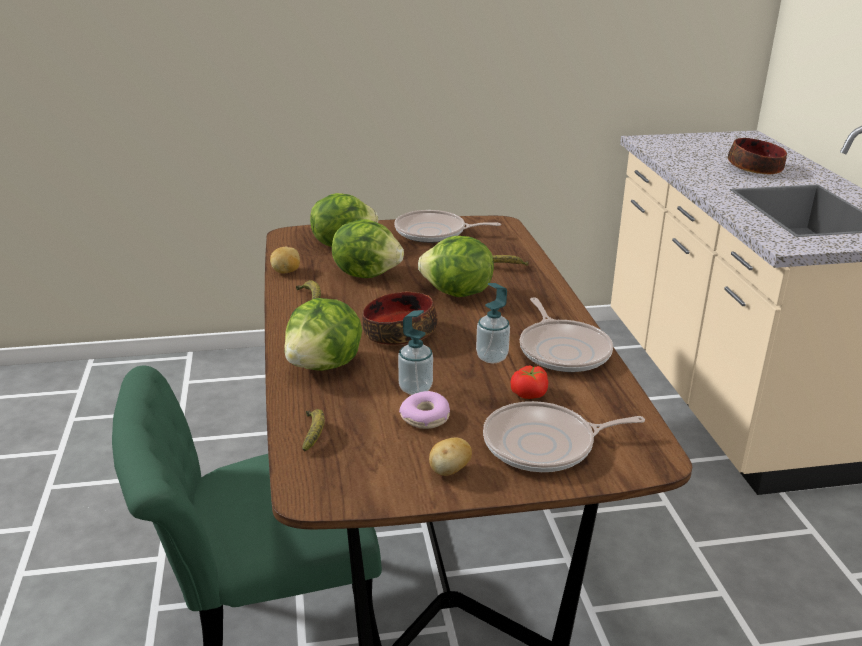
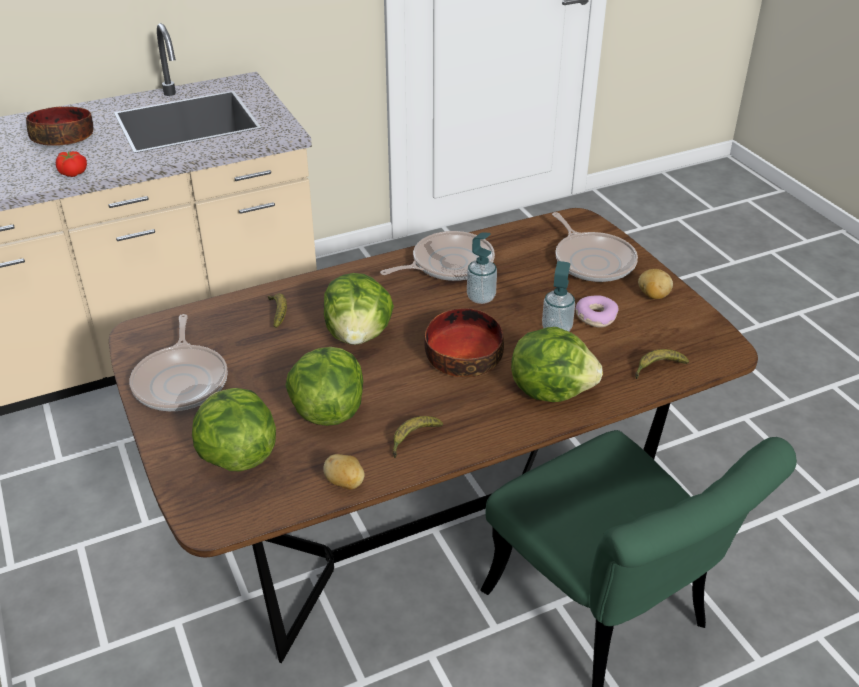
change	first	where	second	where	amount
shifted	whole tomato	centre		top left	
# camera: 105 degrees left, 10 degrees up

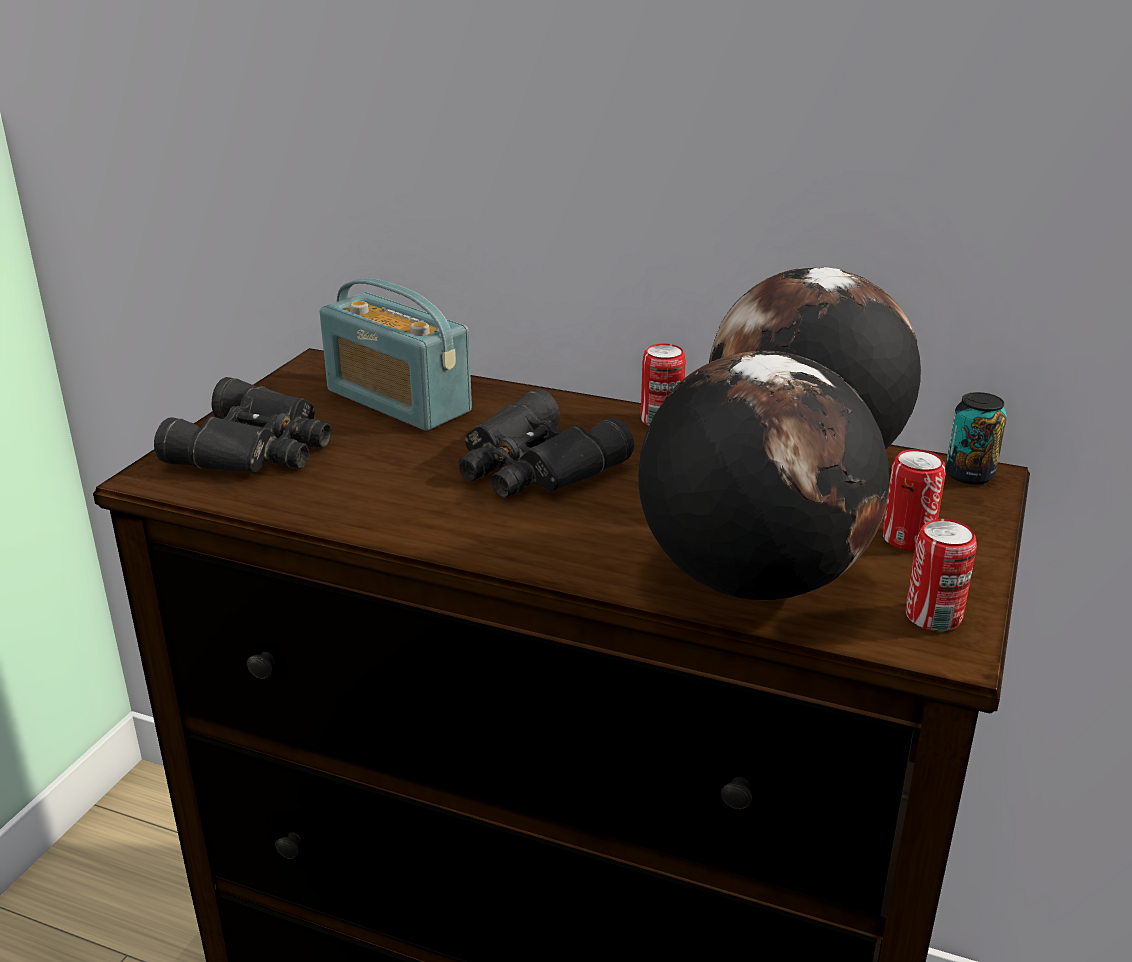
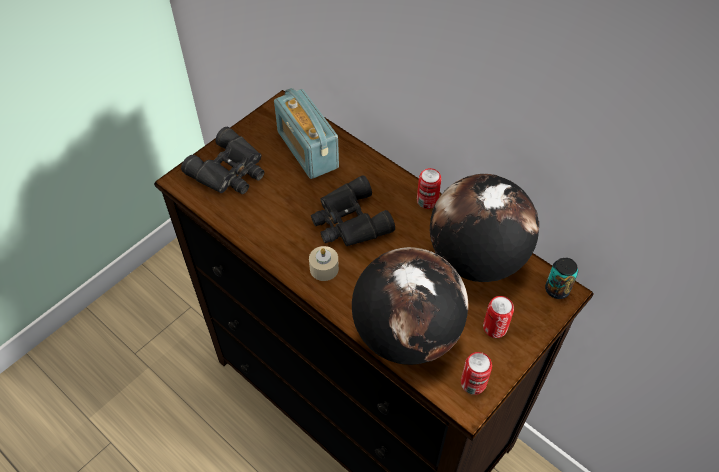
change	first	where	second	where	amount
new			wax light (beige-coloured)	centre	
# camera: 20 degrees right, 25 degrees up

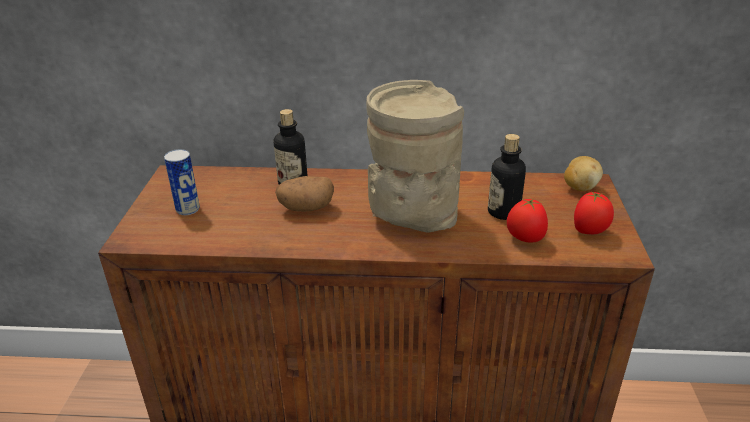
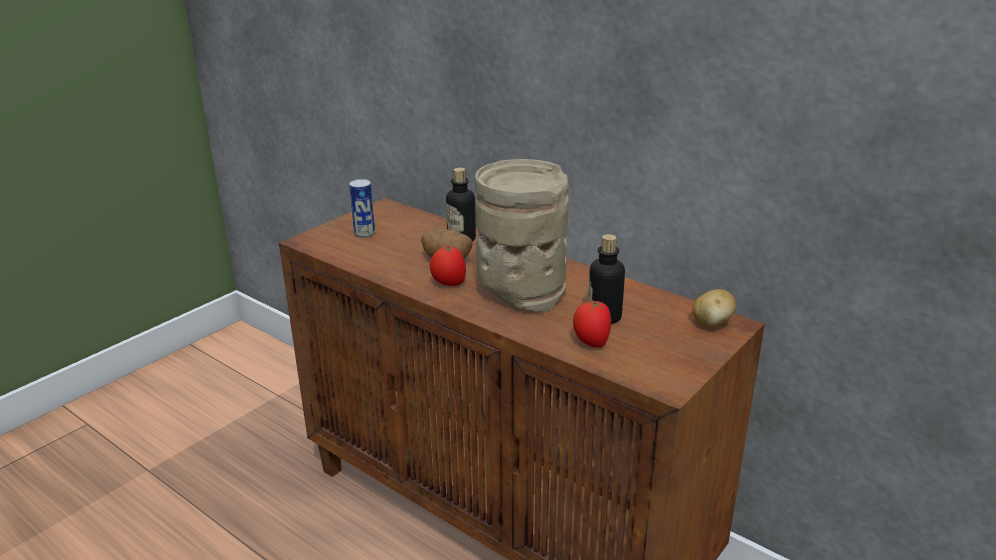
change	first	where	second	where	amount
shifted	whole tomato (no. 2 from left in the first image)	middle right	whole tomato (no. 1 from left)	centre	
# camera: 35 degrees right, 5 degrees down

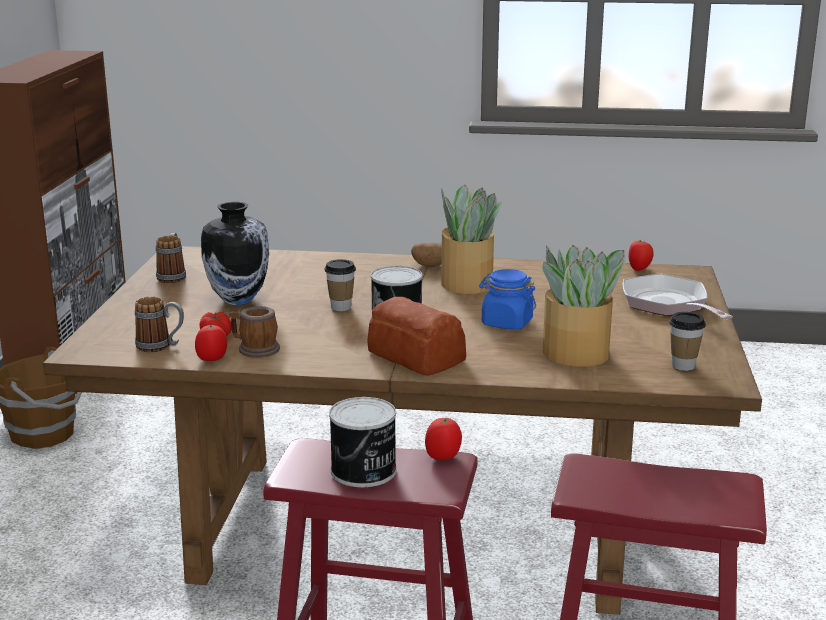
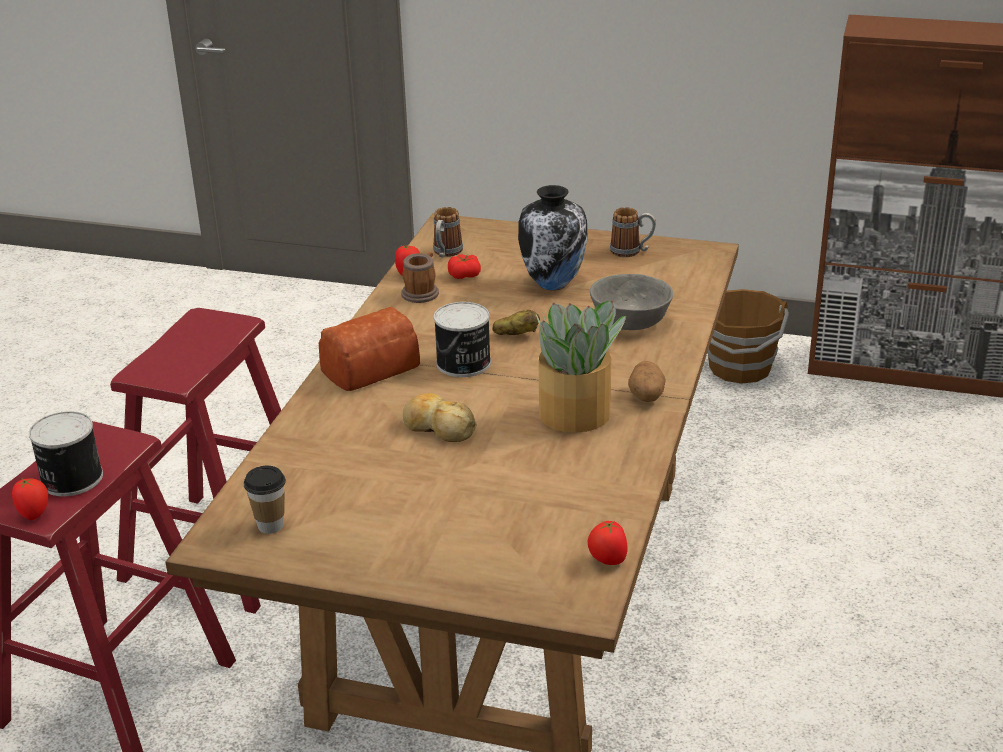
change	first	where	second	where	amount
swapped	drinking cup (no. 1 from left)	centre	whole potato (no. 1 from left)	centre	
shifted	metal can (no. 1 from left)	bottom centre		middle left	
shifted	whole tomato (no. 3 from left in the first image)	bottom centre	whole tomato (no. 1 from left)	middle left	
swapped	jar (bluish)	centre	bakery bread (no. 2 from left)	centre	
gone	houseplant (no. 2 from left)	middle right			
gone	pan	middle right			
new			serving bowl (gray)	centre	
# camera: 100 degrees right, 10 degrees up

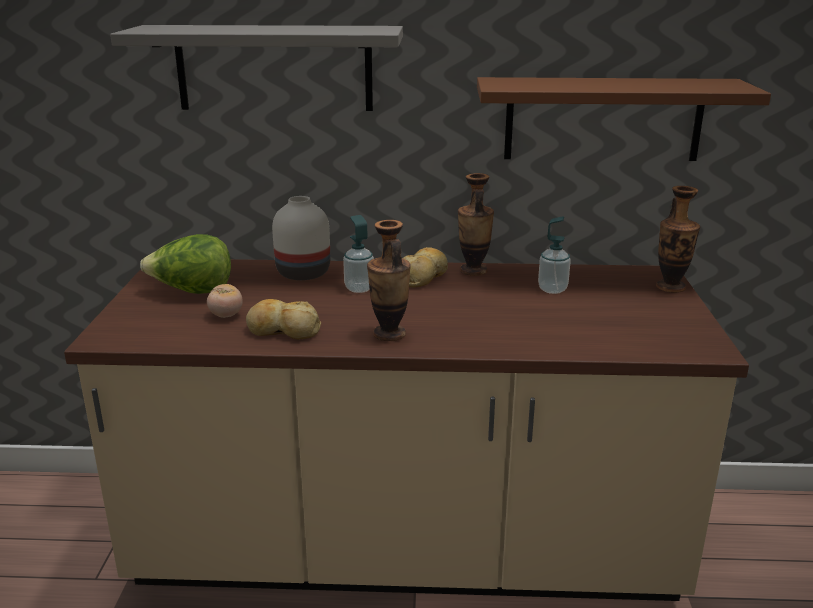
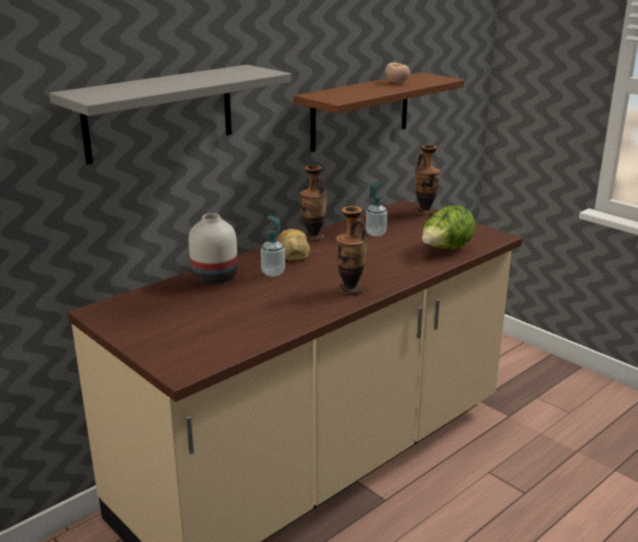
change	first	where	second	where	amount
shifted	lettuce	middle left		middle right	
shifted	whole tomato	middle left		top centre	
gone	bakery bread (no. 1 from left)	centre			
# camera: 45 degrees left, 0 degrees up

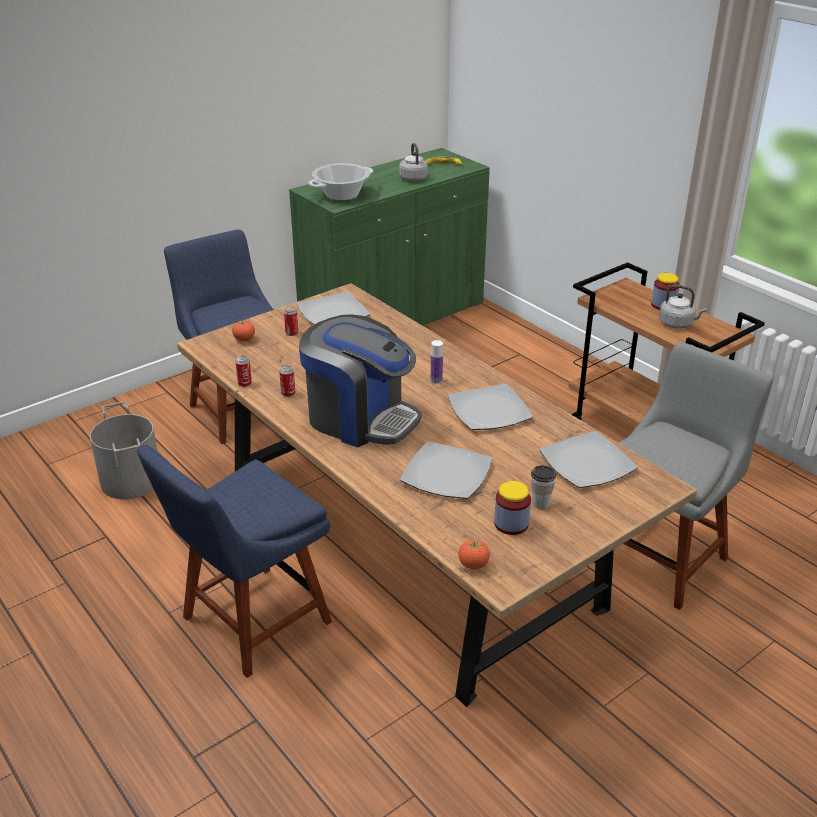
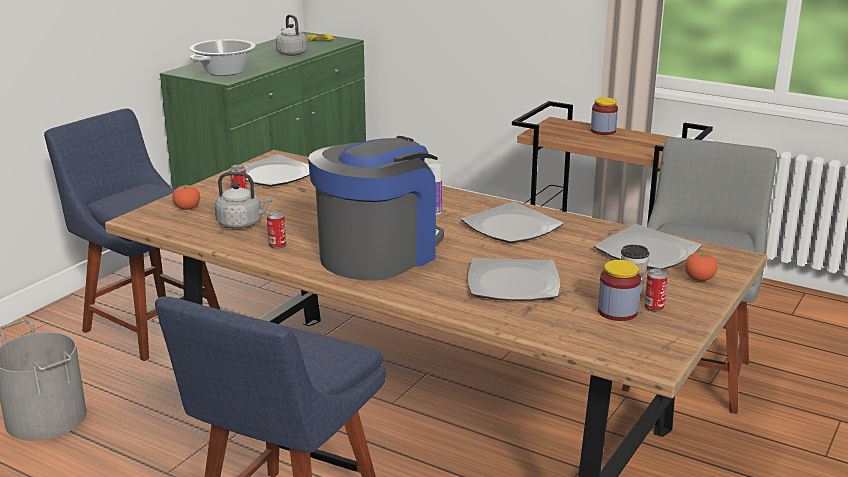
change	first	where	second	where	amount
shifted	metal can (no. 1 from left in the first image)	middle left	metal can (no. 3 from left)	middle right	
rotated	coffee brewer	centre		centre	60 degrees counterclockwise
shifted	whole tomato (no. 2 from left)	bottom centre		middle right	
shifted	kettle (gray) (no. 2 from left in the first image)	middle right	kettle (gray) (no. 1 from left)	middle left	
# camera: 20 degrees left, 10 degrees down

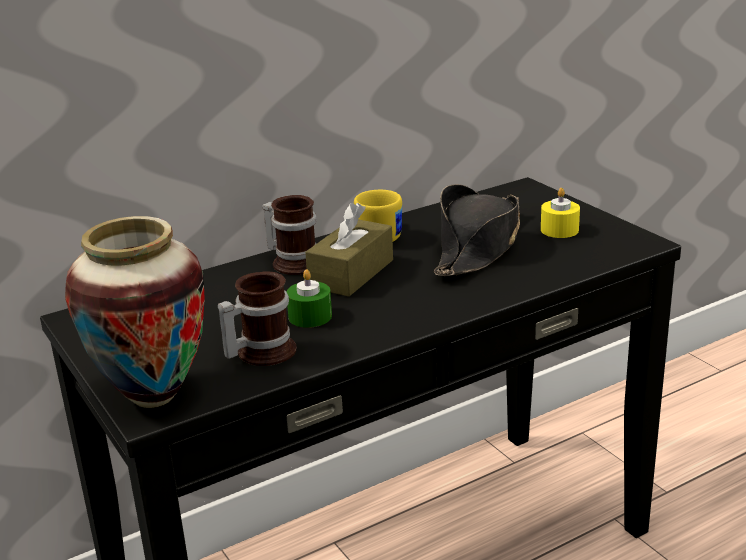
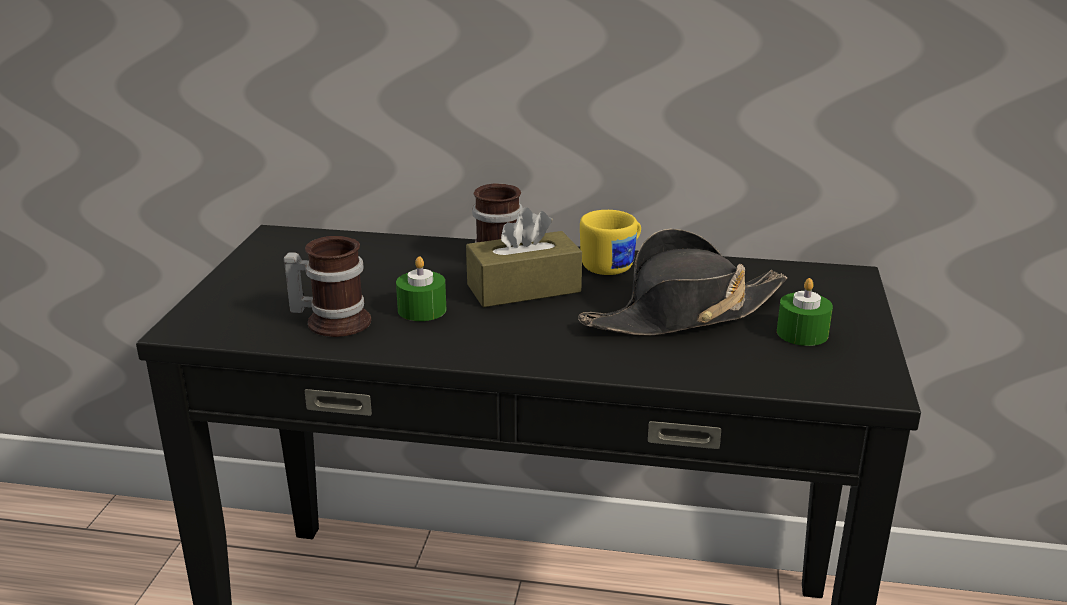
change	first	where	second	where	amount
gone	decorative vase	middle left			
repainted	wax light (yellow-coloured)	middle right	wax light (greenish) (no. 2 from left)	middle right	
# camera: 40 degrees right, 0 degrees up

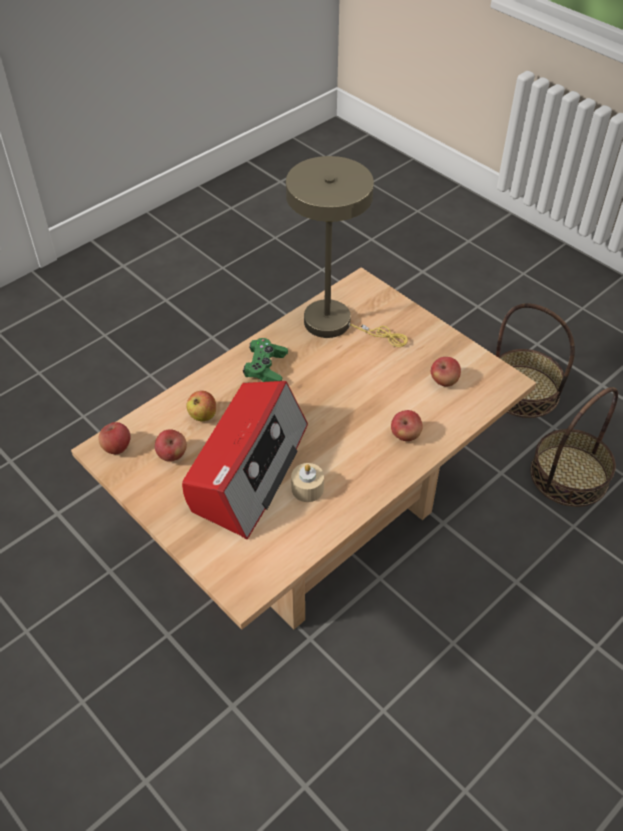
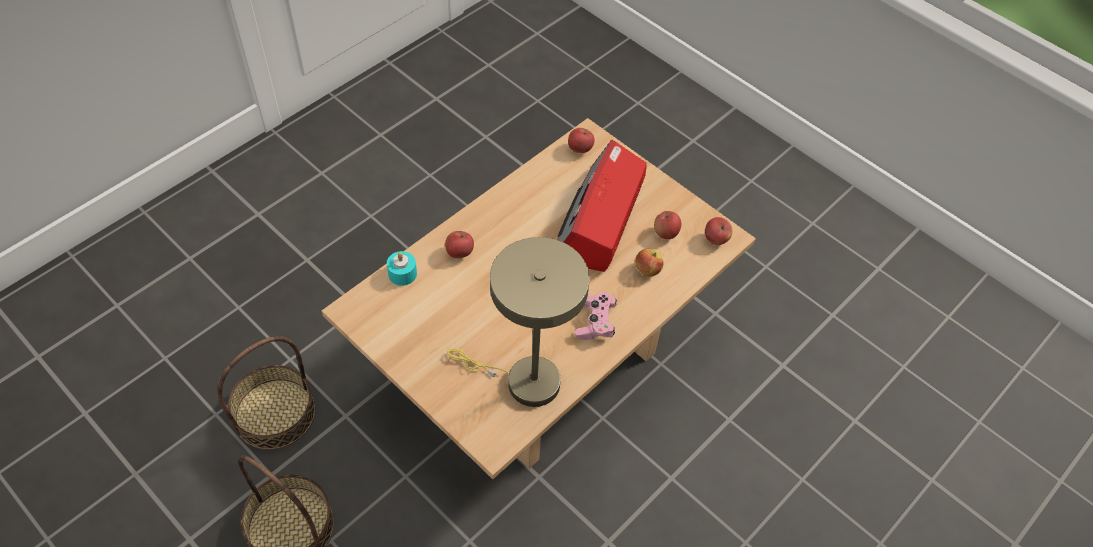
change	first	where	second	where	amount
repainted	joypad (greenish)	centre	joypad (pink)	centre	
gone	wax light (beige-coloured)	centre			
shifted	apple fruit (no. 5 from left in the first image)	middle right	apple fruit (no. 2 from left)	top centre	
new			wax light (blue-green)	centre	
# camera: 175 degrees right, 5 degrees up

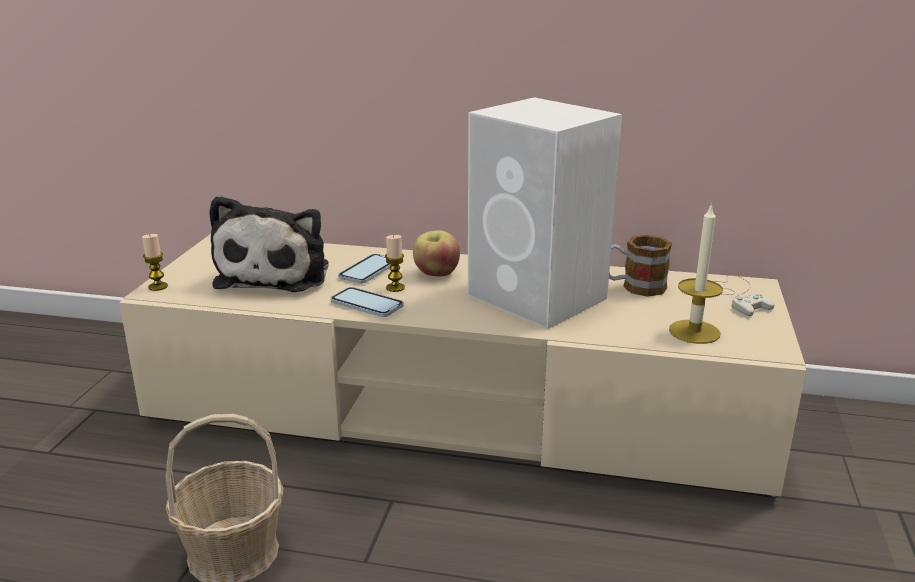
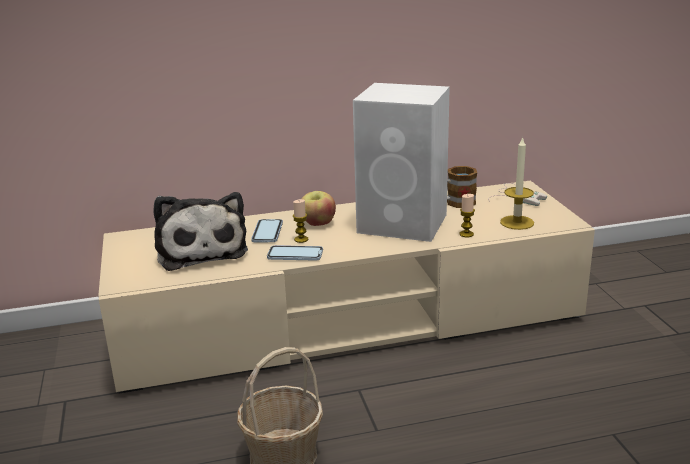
change	first	where	second	where	amount
shifted	wax light (no. 1 from left in the first image)	middle left	wax light (no. 2 from left)	middle right	
# camera: 25 degrees left, 0 degrees up

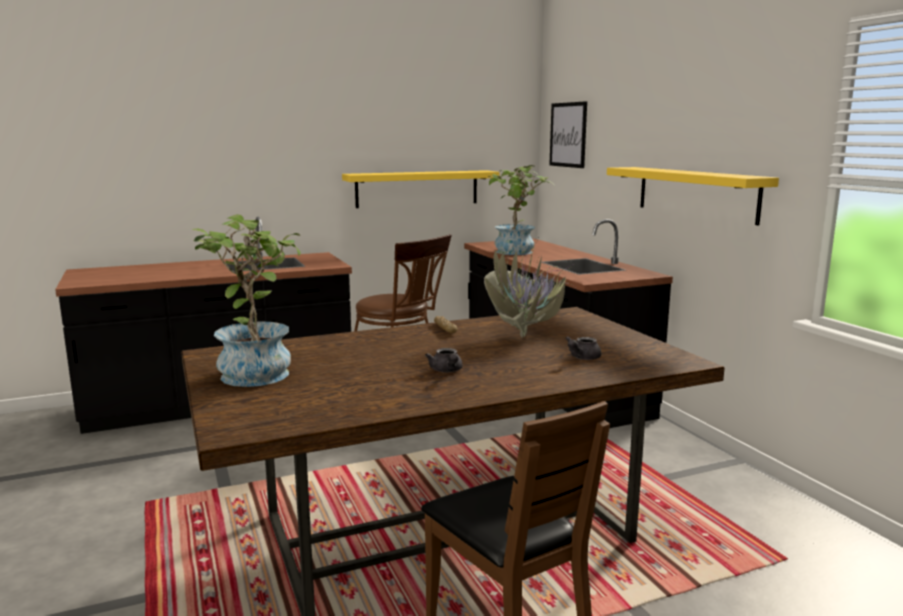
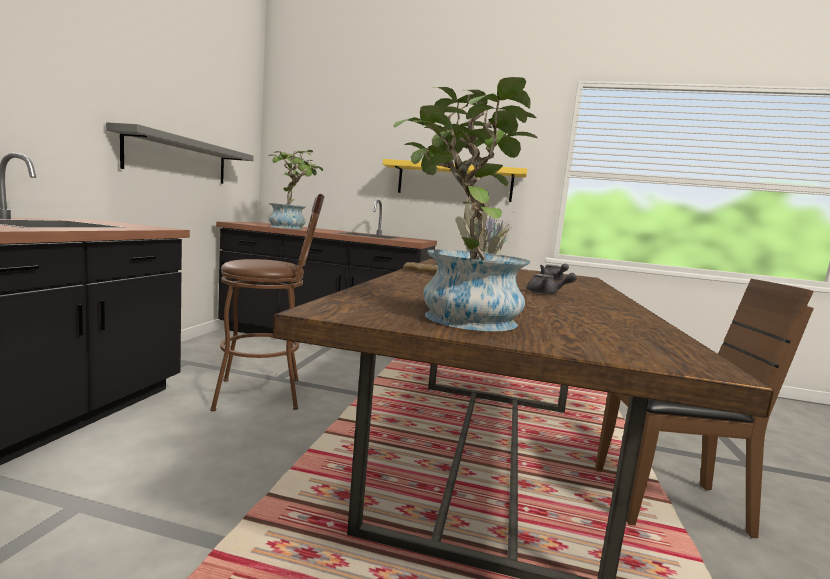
change	first	where	second	where	amount
repainted	shelf (yellow-coloured) (no. 1 from left)	top centre	shelf (gray)	top left	
gone	wall art	top centre			
# camera: 55 degrees left, 5 degrees down

